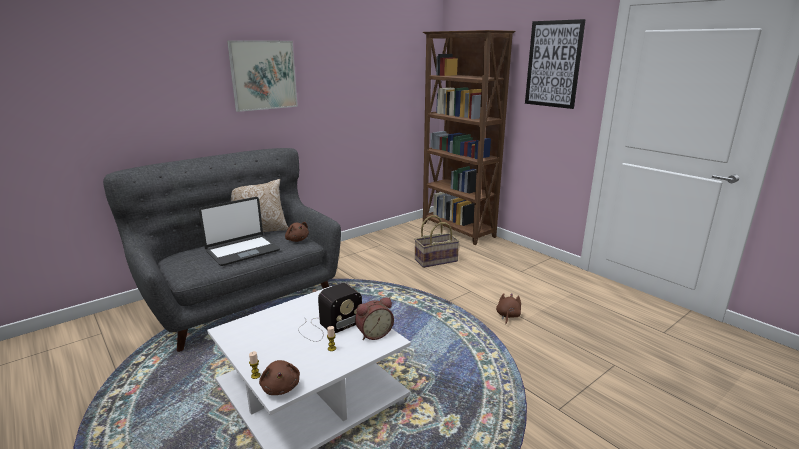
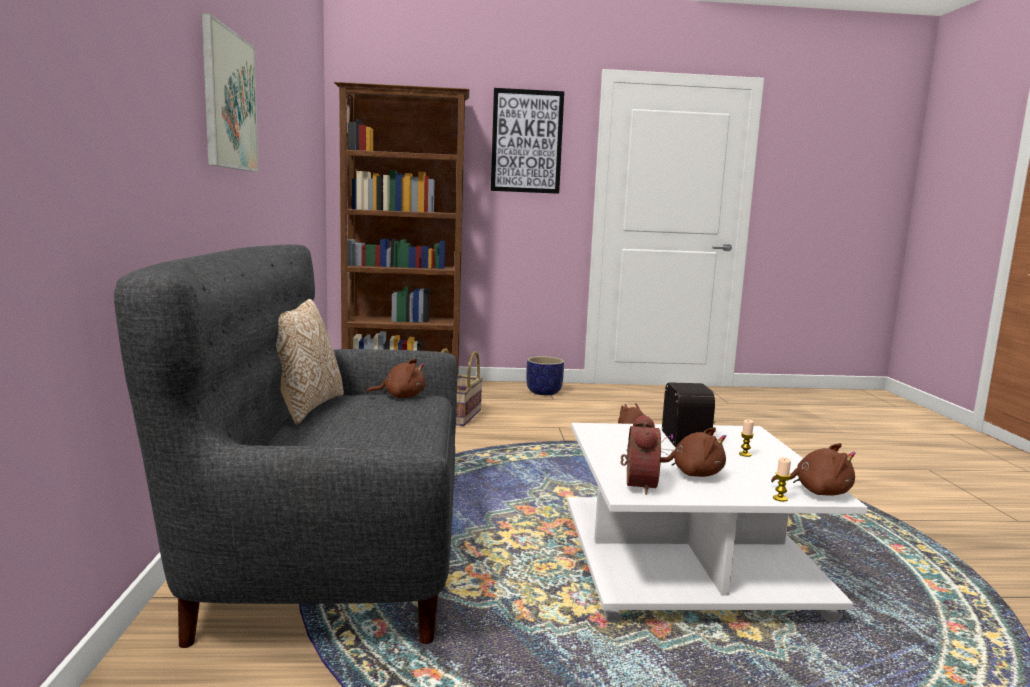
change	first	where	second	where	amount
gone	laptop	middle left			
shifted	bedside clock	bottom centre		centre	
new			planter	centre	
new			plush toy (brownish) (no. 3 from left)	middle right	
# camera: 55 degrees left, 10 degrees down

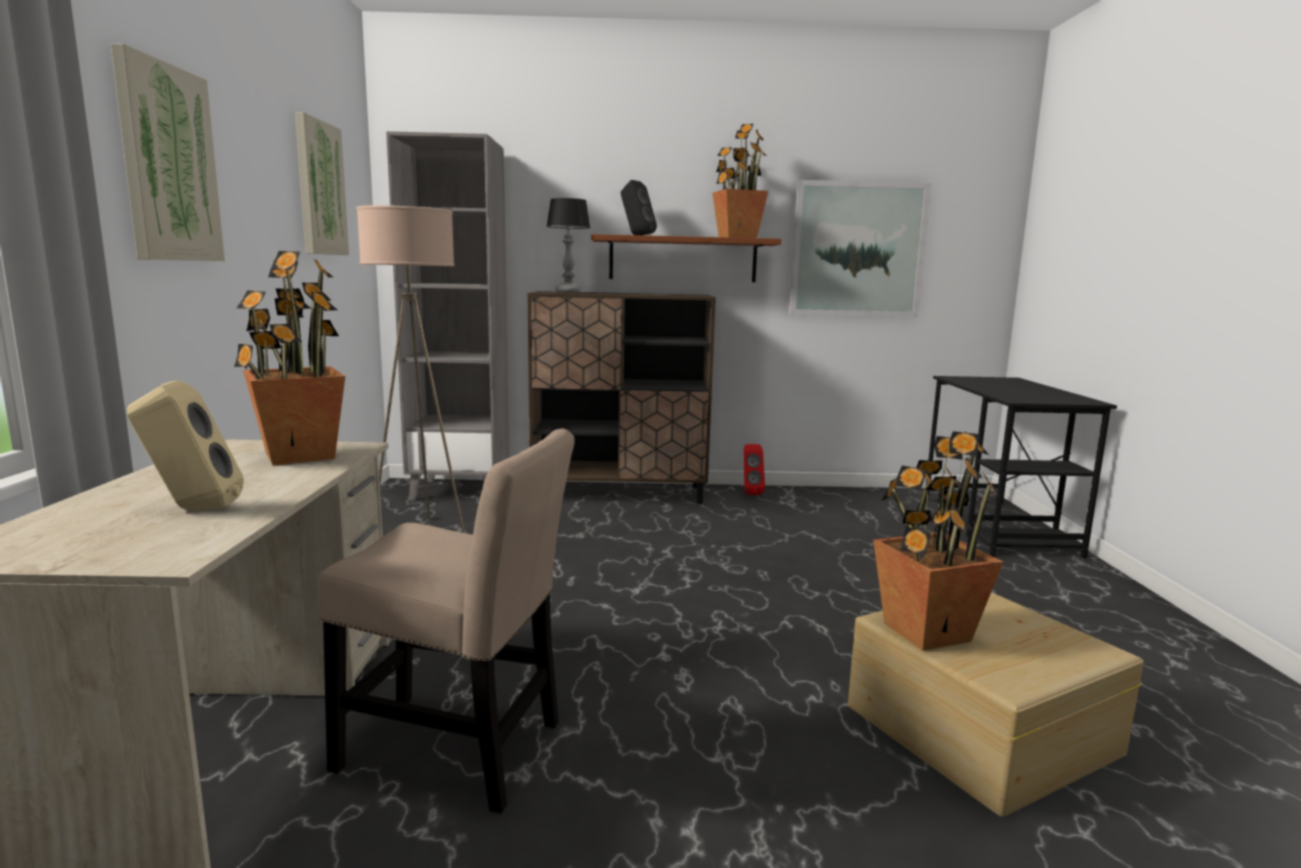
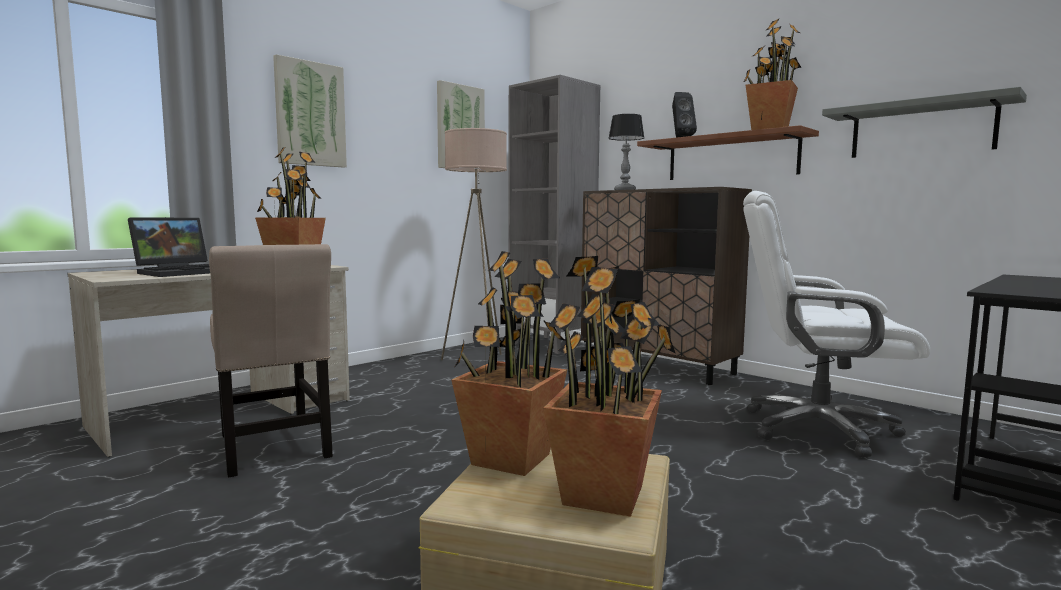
change	first	where	second	where	amount
swapped	loudspeaker (beige-coloured)	middle left	laptop	middle left	
gone	loudspeaker (reddish)	centre			
swapped	wall art (no. 3 from left)	top centre	shelf (gray)	top right	
new			houseplant (no. 3 from left)	centre	
new			computer chair (white-coloured)	middle right	
# camera: 45 degrees right, 5 degrees down

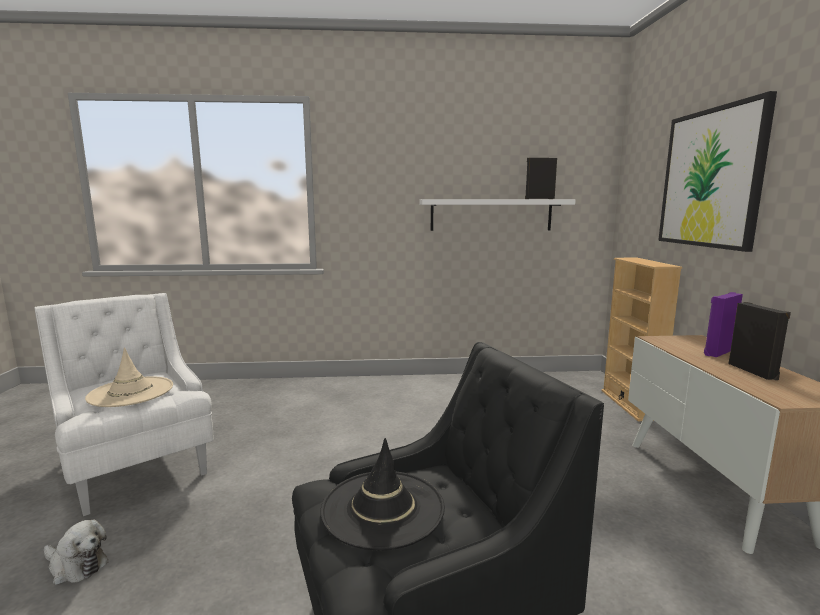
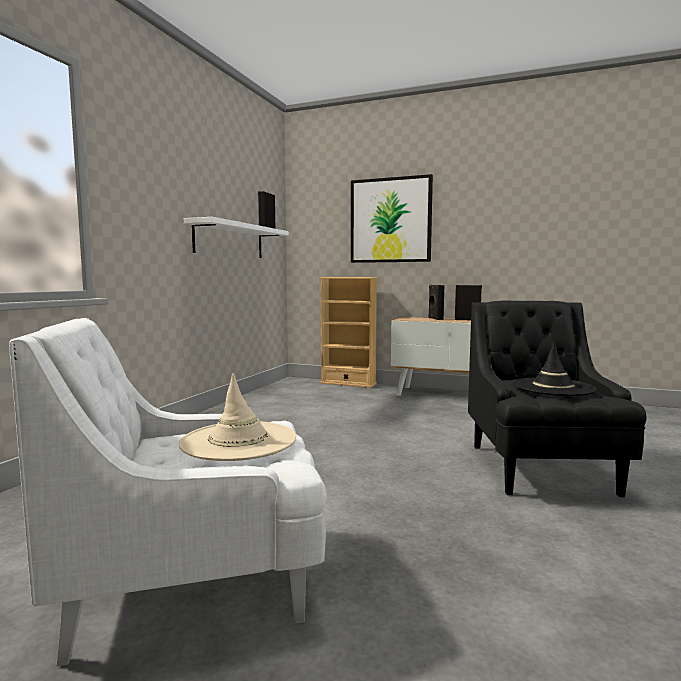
change	first	where	second	where	amount
gone	plush toy	bottom left			
repainted	loudspeaker (purplish)	middle right	loudspeaker (black-coloured) (no. 2 from left)	centre	
# camera: 65 degrees left, 5 degrees down

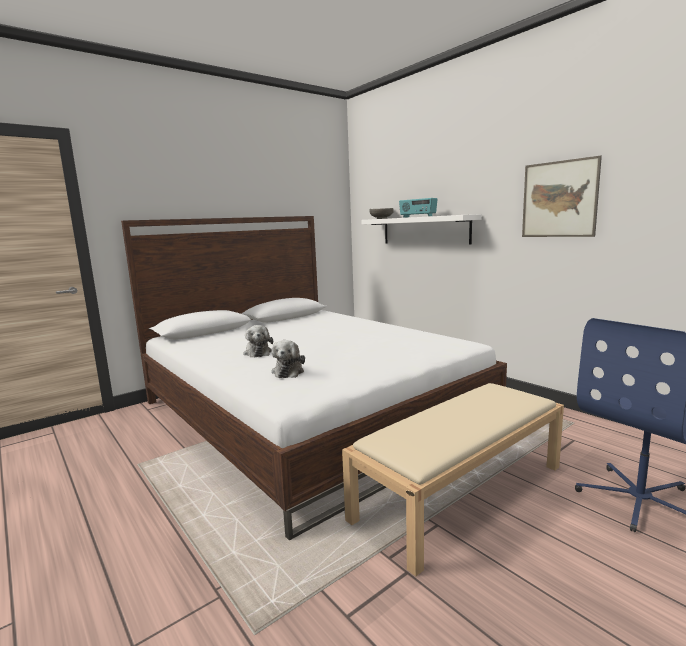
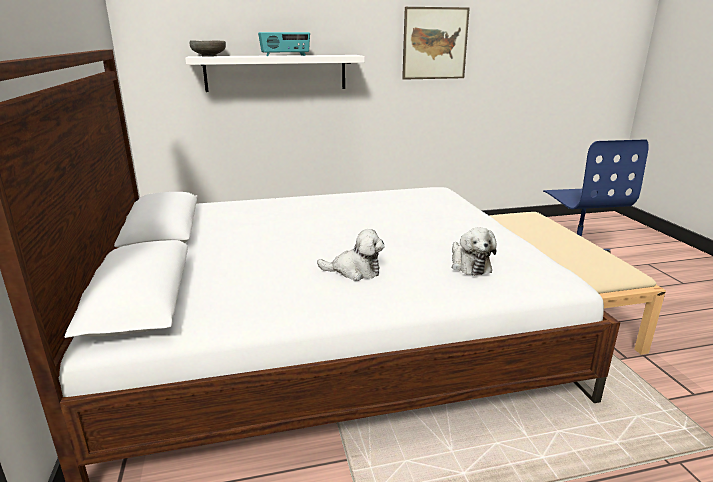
change	first	where	second	where	amount
rotated	plush toy (no. 2 from left)	centre		centre	45 degrees clockwise
# camera: 65 degrees left, 10 degrees up

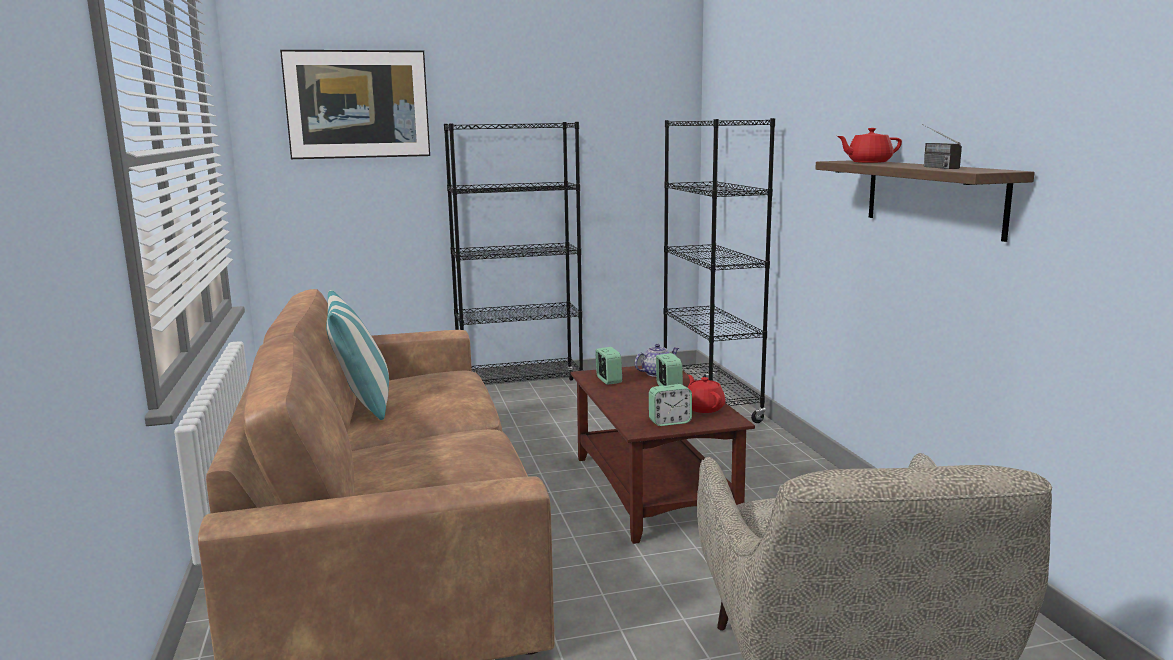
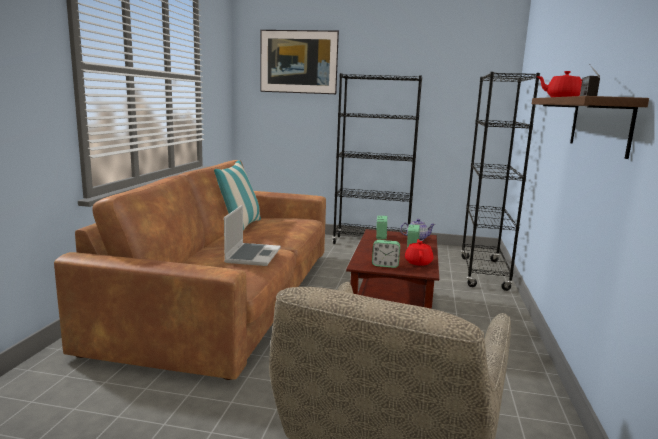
change	first	where	second	where	amount
new			laptop	centre	
# camera: 25 degrees right, 0 degrees up

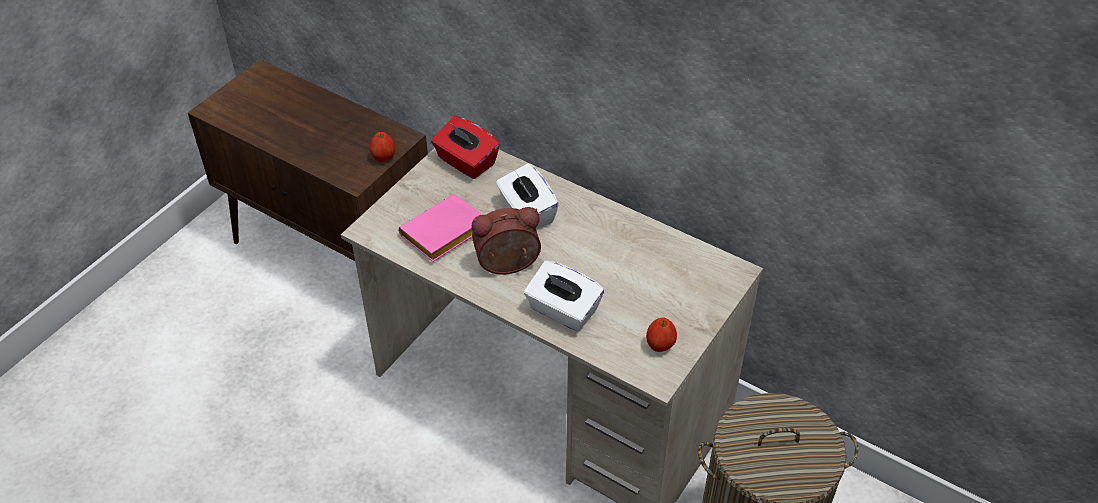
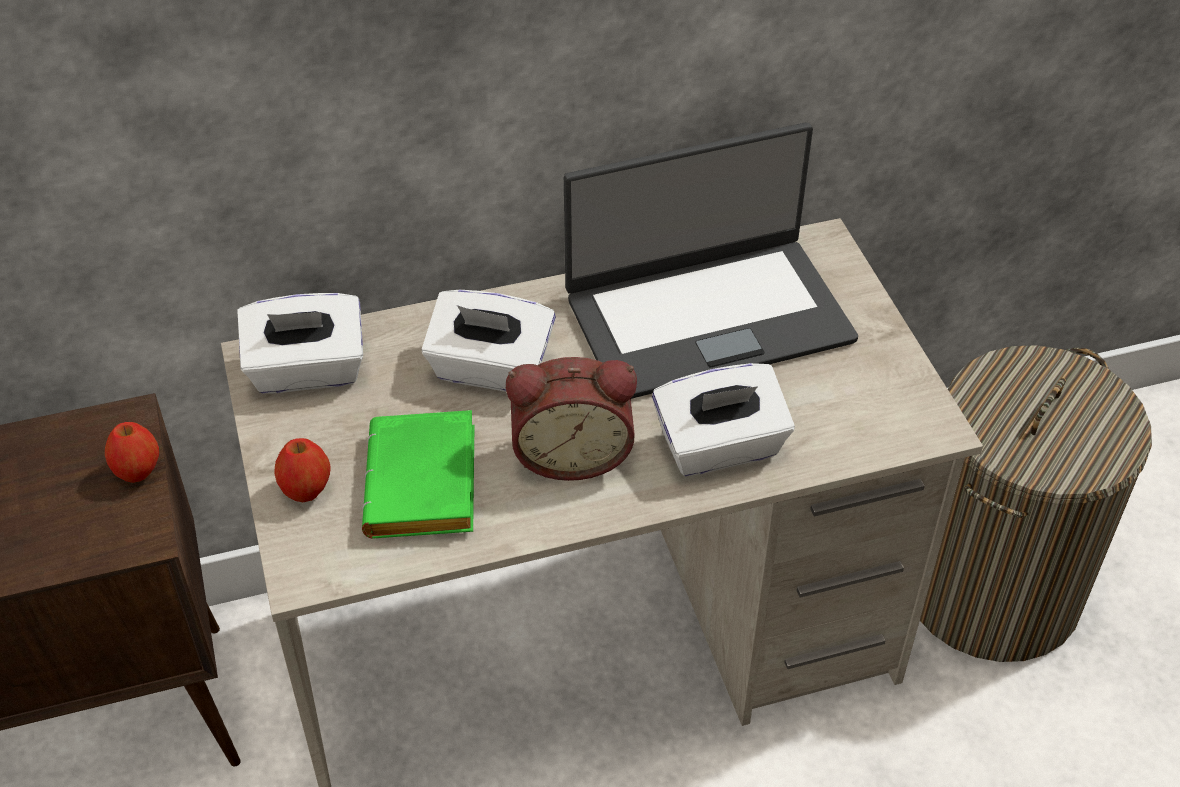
change	first	where	second	where	amount
repainted	volume (pink)	centre	volume (greenish)	centre	
repainted	tissue holder (reddish)	top centre	tissue holder (white-coloured) (no. 1 from left)	middle left	
rotated	bedside clock	centre		centre	120 degrees counterclockwise
shifted	apple fruit (no. 2 from left)	centre		middle left	
new			laptop	top centre	
# camera: 50 degrees left, 0 degrees up

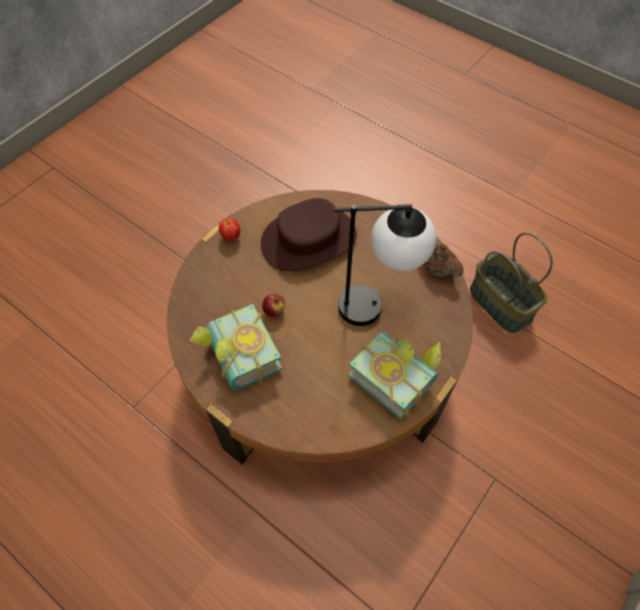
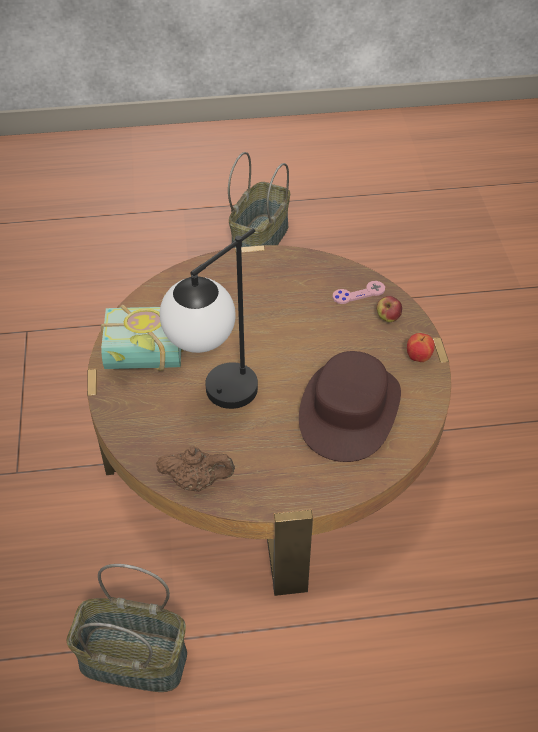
change	first	where	second	where	amount
gone	volume (no. 1 from left)	centre			
shifted	apple fruit (no. 2 from left in the first image)	centre	apple fruit (no. 1 from left)	middle right	
new			basket (no. 2 from left)	top centre	
new			joypad (pink)	middle right	
# camera: 135 degrees right, 10 degrees down

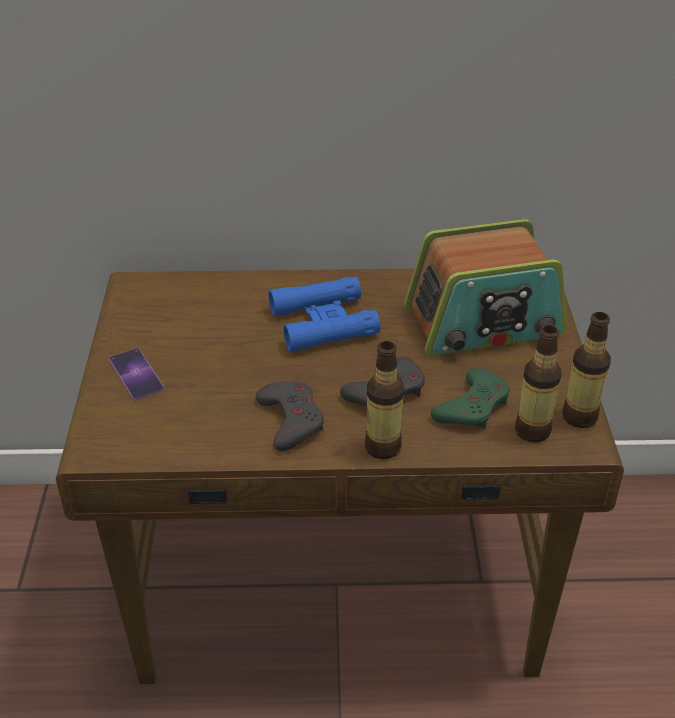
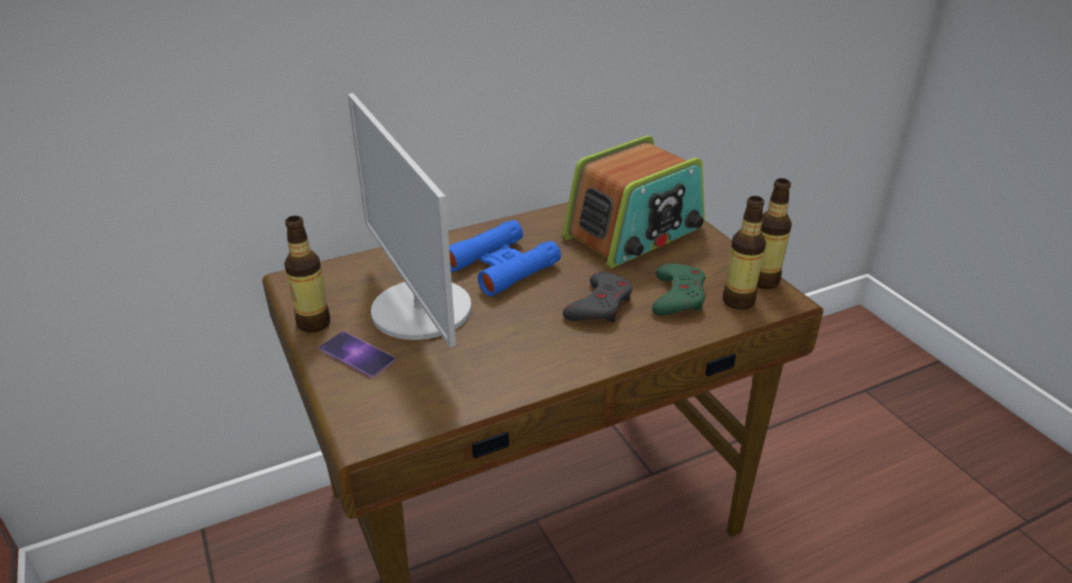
change	first	where	second	where	amount
gone	joypad (gray) (no. 1 from left)	centre			
shifted	bottle (no. 1 from left)	centre		middle left	
new			monitor	centre	
# camera: 25 degrees left, 5 degrees down

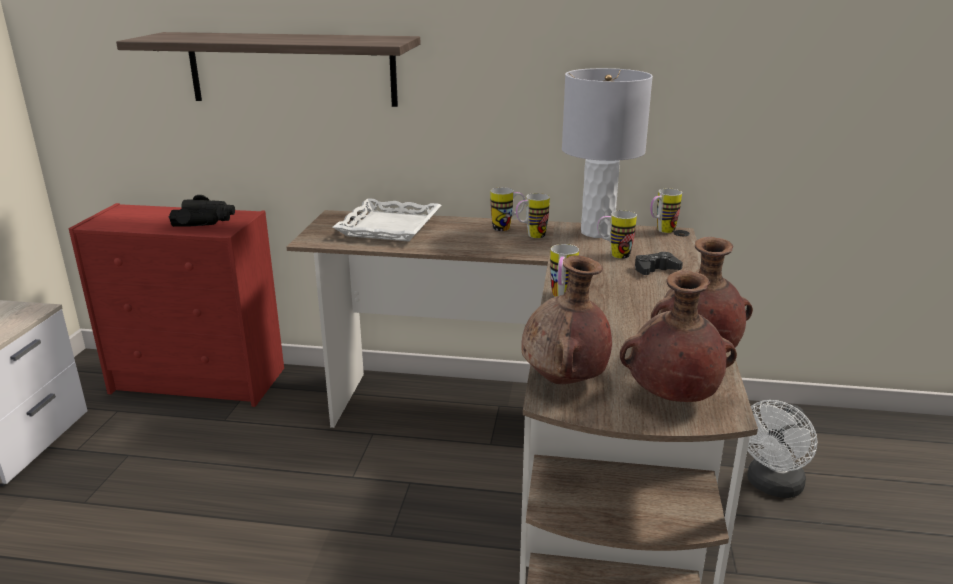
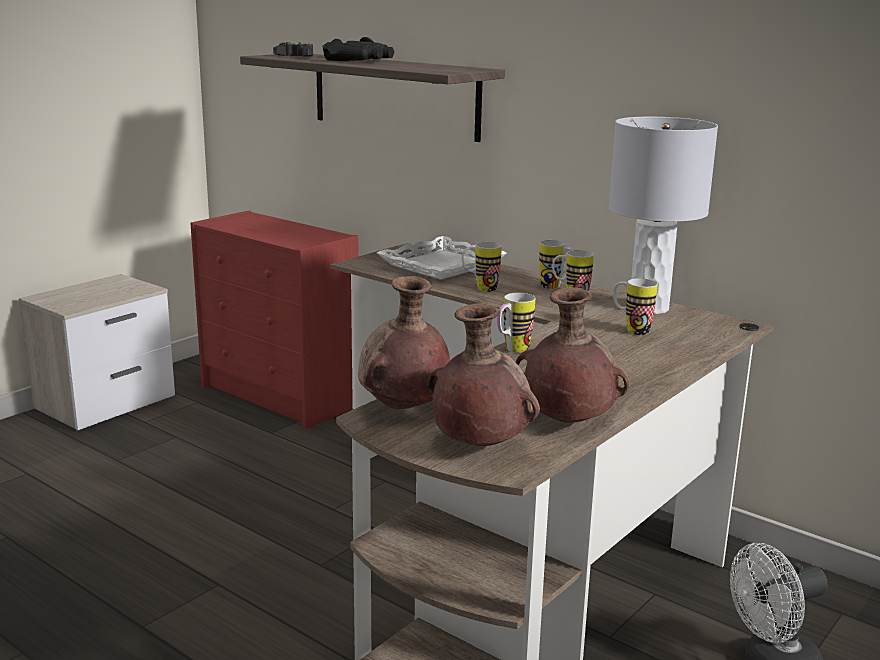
change	first	where	second	where	amount
shifted	pair of binoculars (black-coloured)	middle left		top centre	
shifted	joypad (black-coloured)	middle right		top left	
shifted	tea mug (no. 5 from left in the first image)	middle right	tea mug (no. 1 from left)	centre	
# camera: 30 degrees right, 5 degrees down

